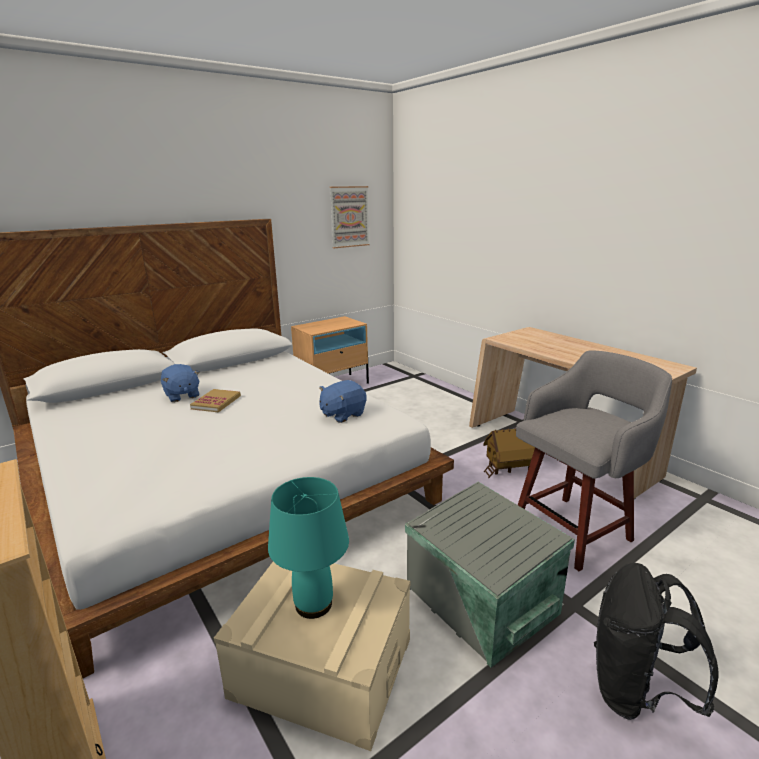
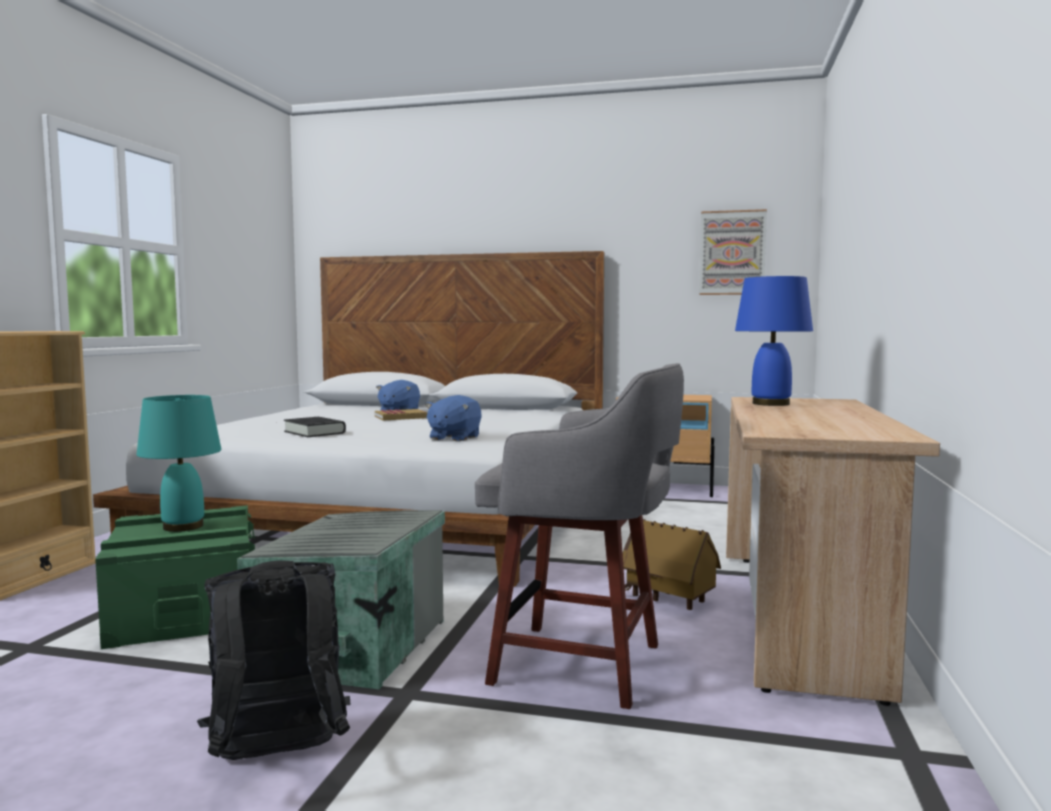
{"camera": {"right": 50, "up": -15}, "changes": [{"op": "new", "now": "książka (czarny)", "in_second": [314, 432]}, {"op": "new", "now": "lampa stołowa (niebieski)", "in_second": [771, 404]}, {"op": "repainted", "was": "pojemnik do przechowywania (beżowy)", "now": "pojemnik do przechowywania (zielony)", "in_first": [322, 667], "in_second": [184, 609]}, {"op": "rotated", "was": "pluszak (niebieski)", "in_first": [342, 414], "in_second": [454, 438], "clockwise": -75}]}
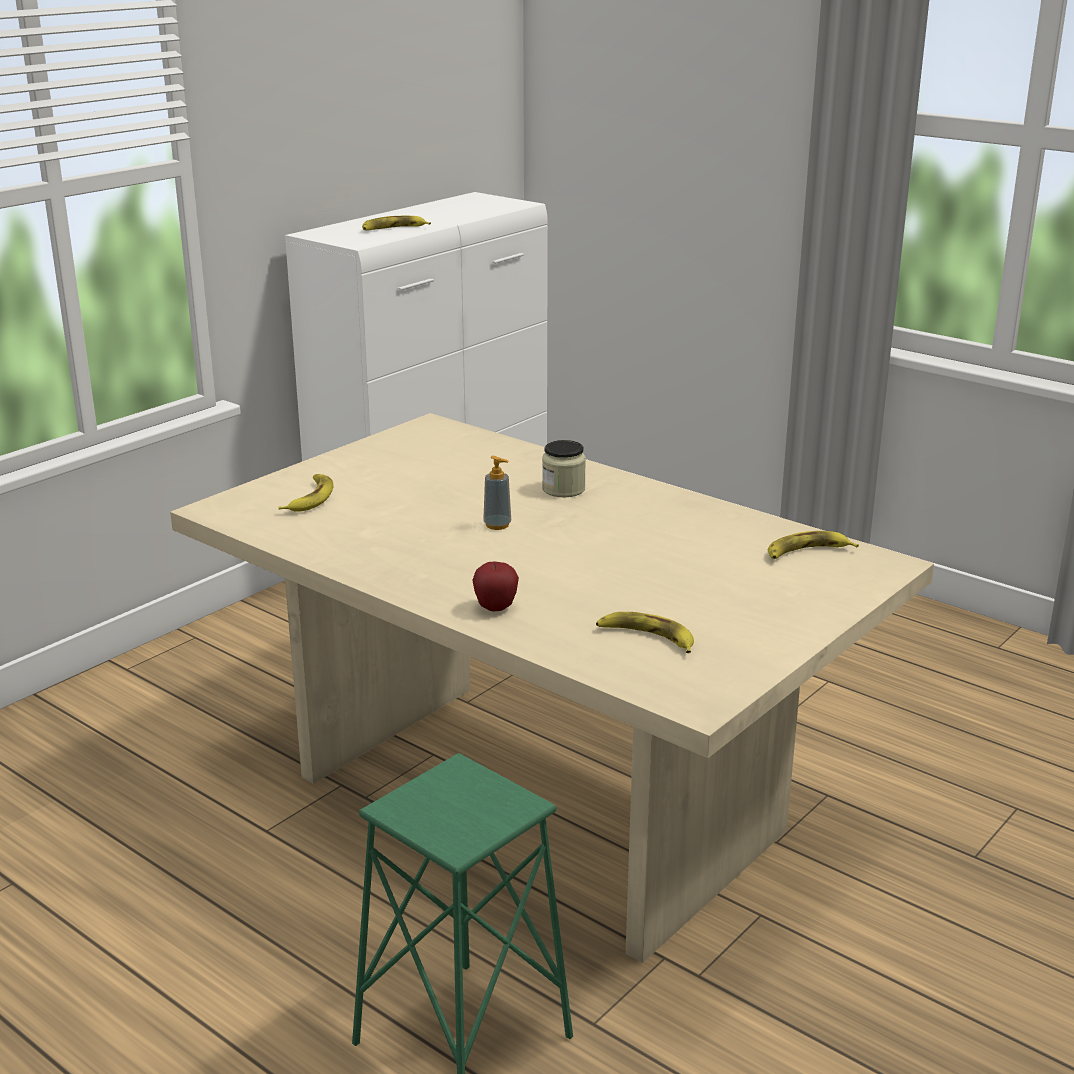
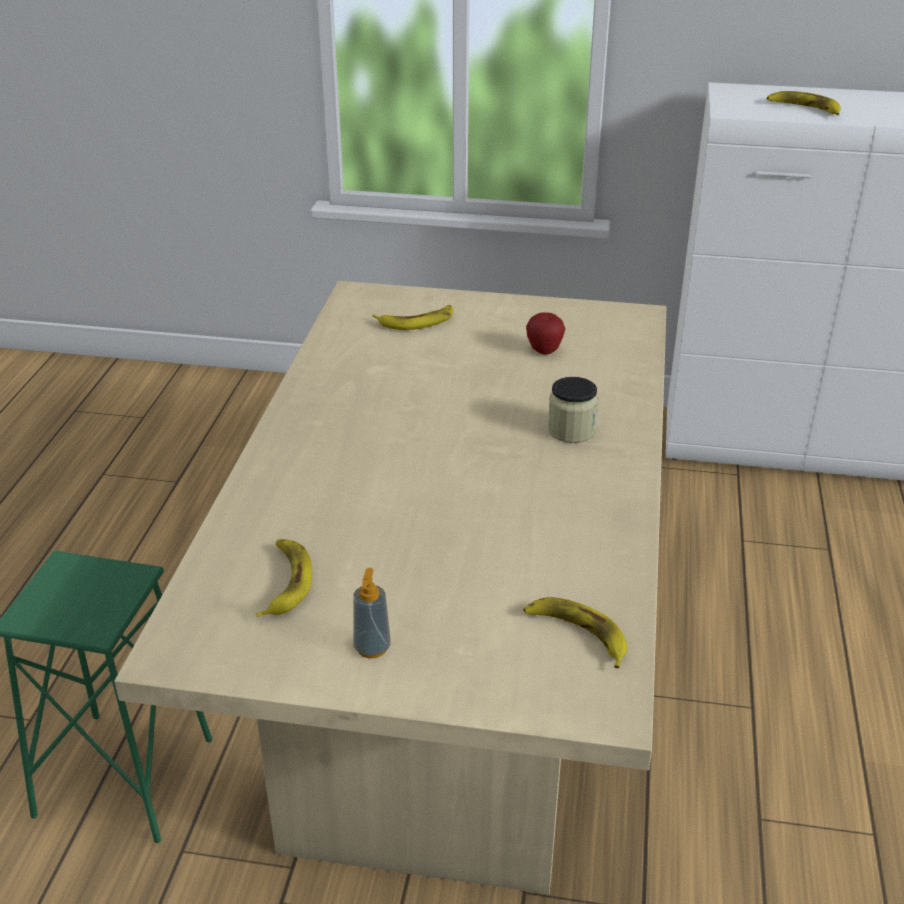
{"camera": {"right": 60, "up": 10}, "changes": [{"op": "shifted", "was": "jabłko", "in_first": [495, 608], "in_second": [544, 351]}, {"op": "shifted", "was": "dozownik mydła", "in_first": [497, 525], "in_second": [372, 648]}]}
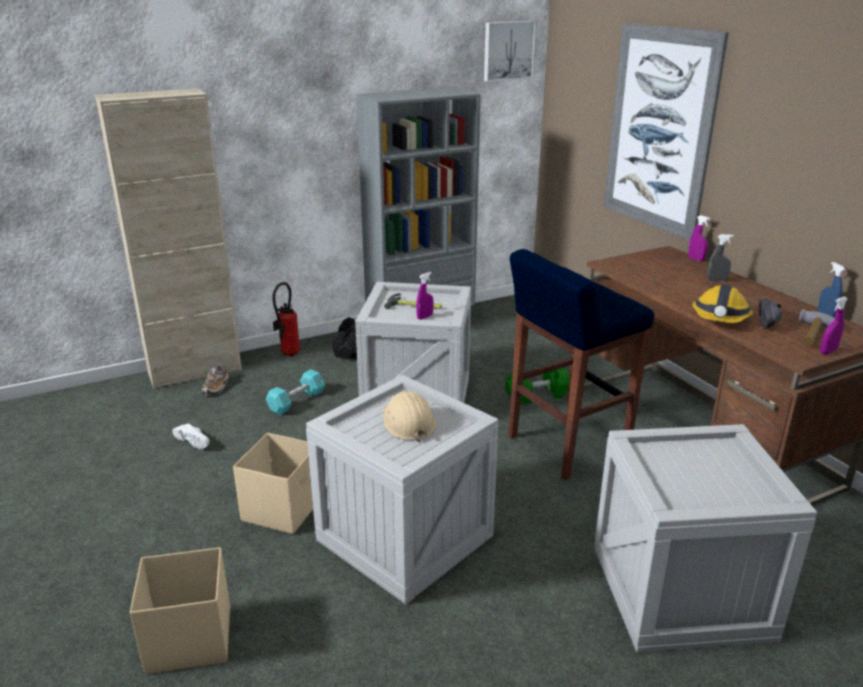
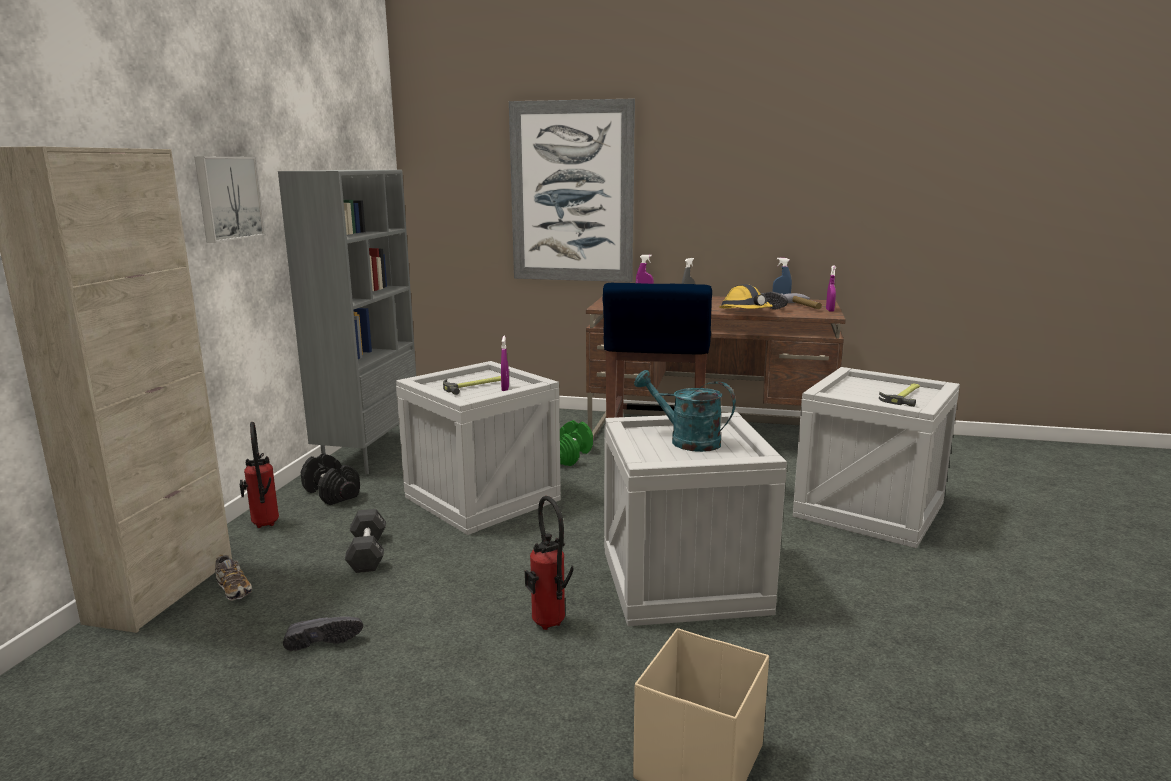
{"camera": {"right": -50, "up": -10}, "changes": [{"op": "new", "now": "młotek", "in_second": [905, 396]}, {"op": "shifted", "was": "obraz", "in_first": [508, 50], "in_second": [227, 198]}, {"op": "swapped", "was": "pojemnik do przechowywania (beżowy)", "now": "gaśnica", "in_first": [284, 508], "in_second": [549, 626]}, {"op": "swapped", "was": "kask (beżowy)", "now": "konewka (turkusowy)", "in_first": [408, 423], "in_second": [686, 441]}, {"op": "repainted", "was": "but (biały)", "now": "but (czarny)", "in_first": [195, 441], "in_second": [323, 639]}, {"op": "repainted", "was": "hantel (turkusowy)", "now": "hantel (czarny)", "in_first": [296, 401], "in_second": [367, 553]}]}
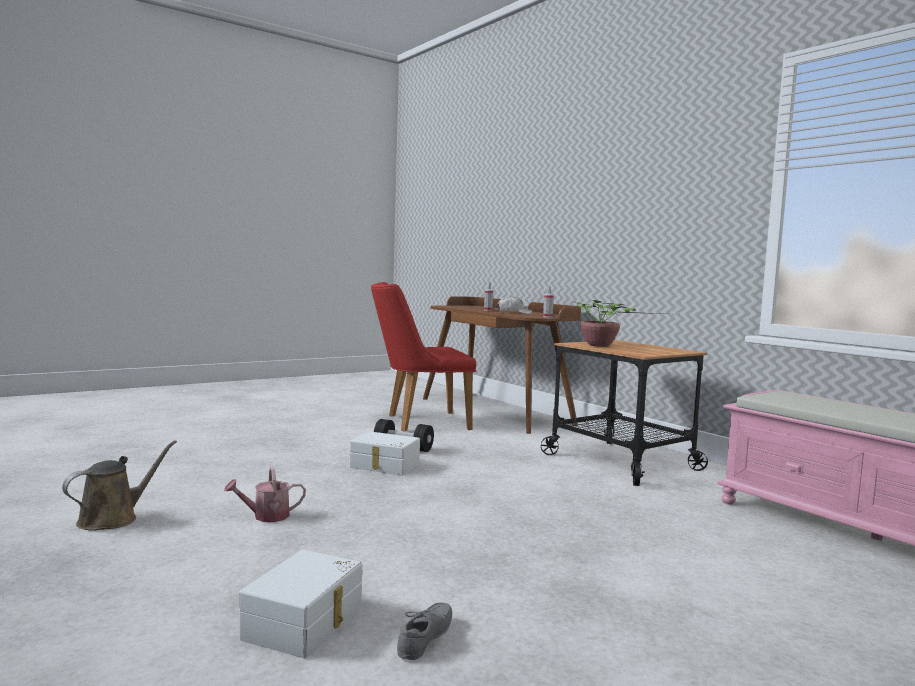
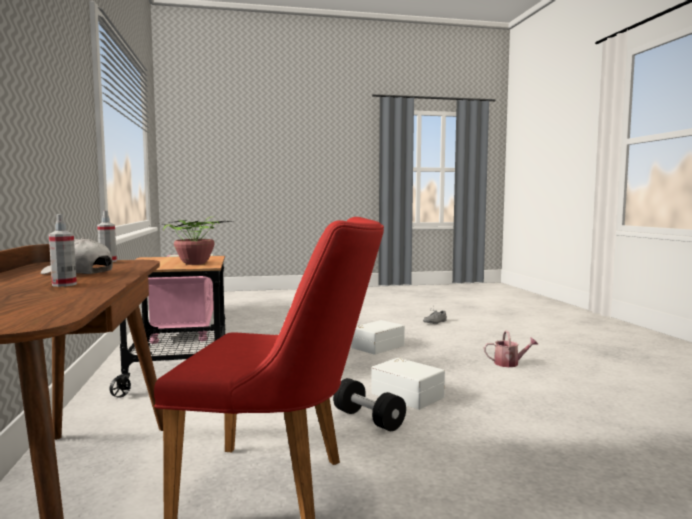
{"camera": {"right": -155, "up": 0}, "changes": [{"op": "gone", "was": "konewka (brązowy)", "in_first": [113, 519]}, {"op": "shifted", "was": "pojemnik do przechowywania (biały)", "in_first": [306, 622], "in_second": [377, 346]}]}
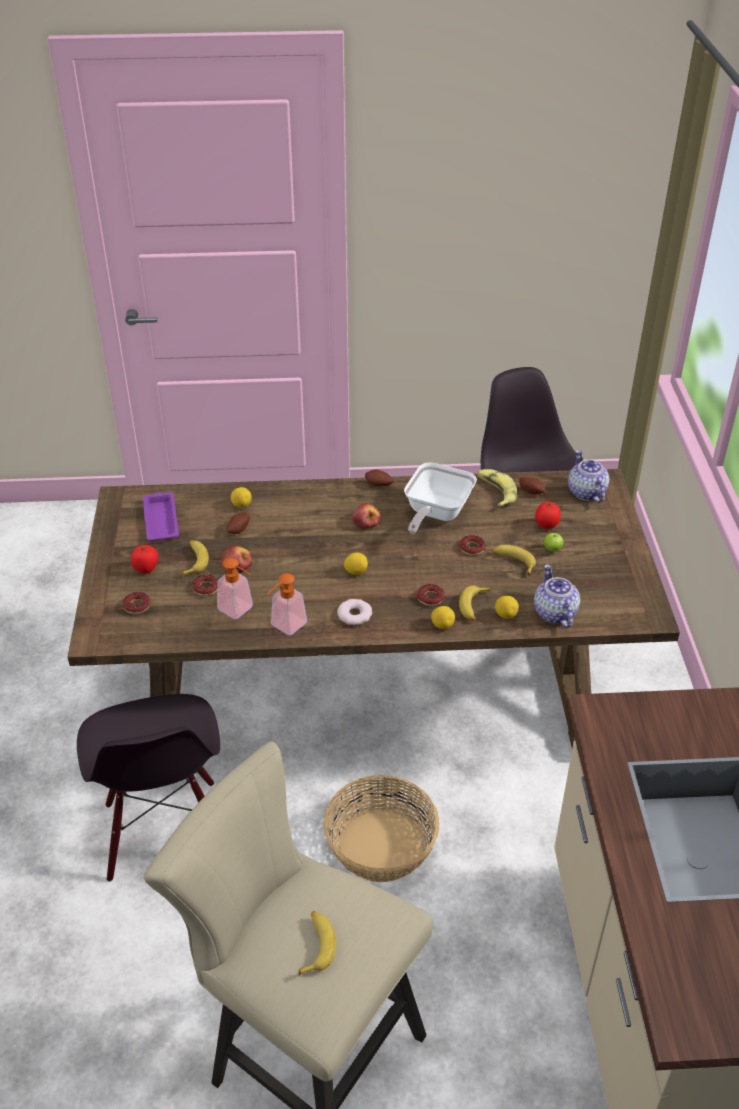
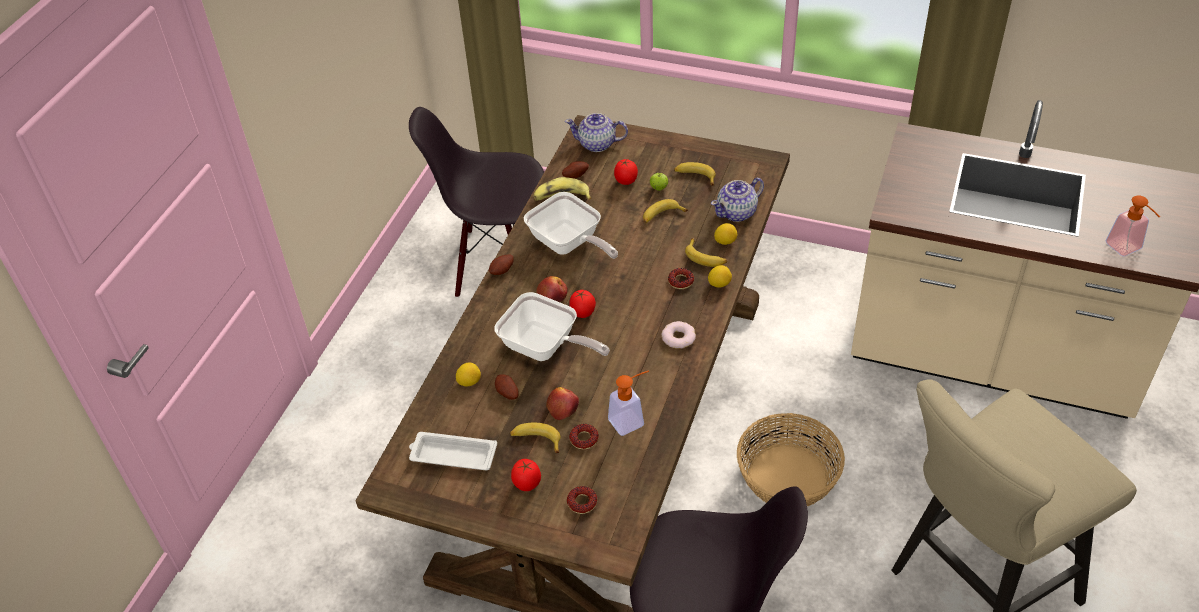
{"camera": {"right": -65, "up": 5}, "changes": [{"op": "gone", "was": "cytryna", "in_first": [356, 571]}, {"op": "gone", "was": "donut", "in_first": [472, 548]}, {"op": "new", "now": "patelnia", "in_second": [545, 348]}, {"op": "new", "now": "pomidor", "in_second": [582, 313]}, {"op": "shifted", "was": "dozownik mydła", "in_first": [285, 627], "in_second": [1127, 249]}, {"op": "shifted", "was": "banan", "in_first": [316, 945], "in_second": [695, 176]}, {"op": "repainted", "was": "taca (fioletowy)", "now": "taca (biały)", "in_first": [161, 520], "in_second": [452, 455]}, {"op": "rotated", "was": "imbryk", "in_first": [554, 613], "in_second": [737, 212], "clockwise": -45}]}
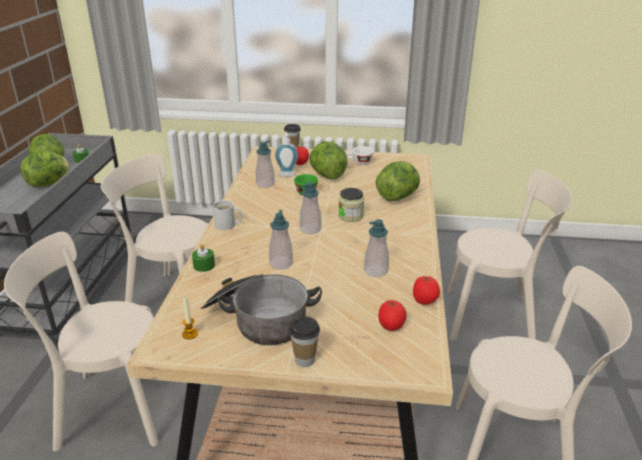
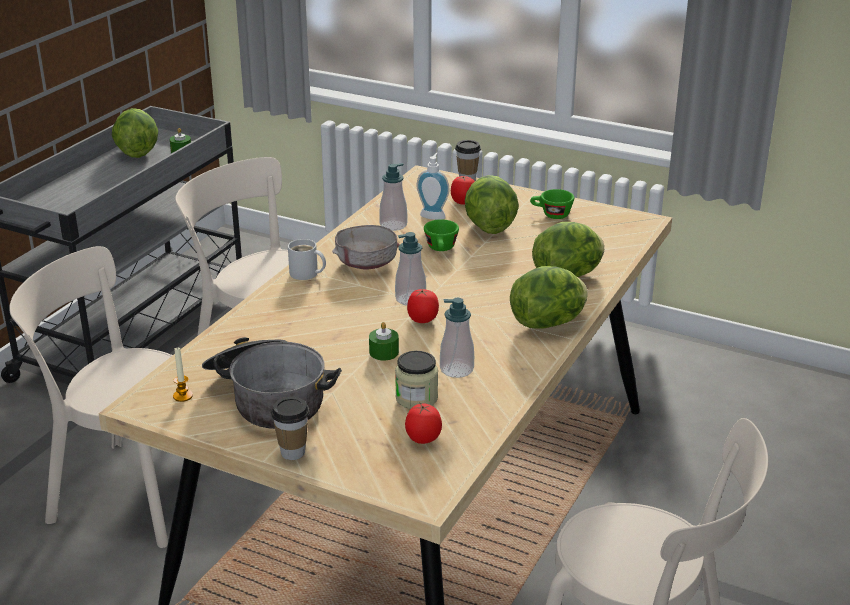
{"camera": {"right": 20, "up": 0}, "changes": [{"op": "gone", "was": "dozownik mydła", "in_first": [281, 263]}, {"op": "gone", "was": "krzesło (beżowy)", "in_first": [494, 318]}, {"op": "new", "now": "miska (szary)", "in_second": [367, 263]}, {"op": "shifted", "was": "sałata", "in_first": [49, 183], "in_second": [548, 323]}, {"op": "shifted", "was": "świeca (zielony)", "in_first": [204, 265], "in_second": [384, 352]}, {"op": "shifted", "was": "słoik", "in_first": [350, 216], "in_second": [416, 398]}, {"op": "shifted", "was": "pomidor", "in_first": [424, 301], "in_second": [423, 320]}, {"op": "repainted", "was": "filiżanka (biały)", "now": "filiżanka (zielony)", "in_first": [359, 163], "in_second": [551, 215]}]}
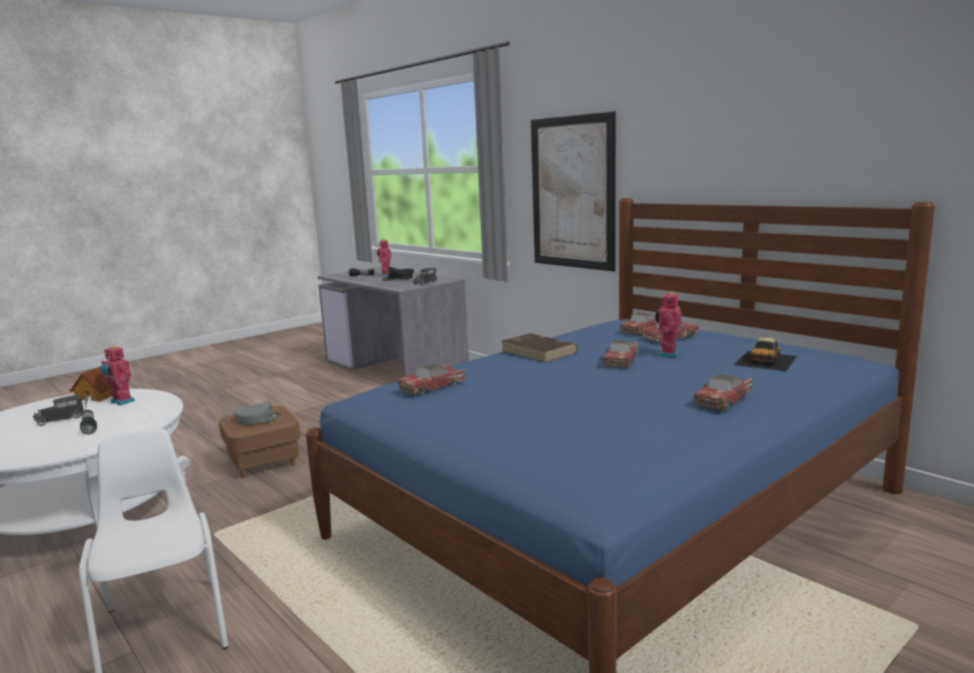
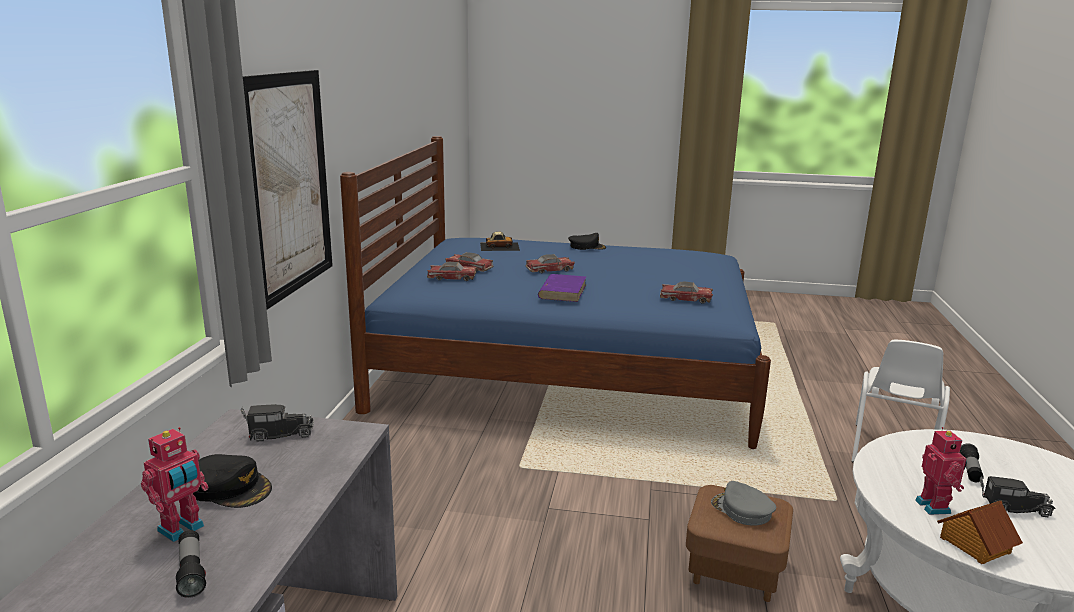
{"camera": {"right": -130, "up": 5}, "changes": [{"op": "gone", "was": "robot zabawkowy", "in_first": [667, 354]}, {"op": "swapped", "was": "samochodzik", "now": "czapka z daszkiem (czarny)", "in_first": [723, 399], "in_second": [587, 247]}, {"op": "repainted", "was": "książka (brązowy)", "now": "książka (fioletowy)", "in_first": [539, 351], "in_second": [562, 291]}]}
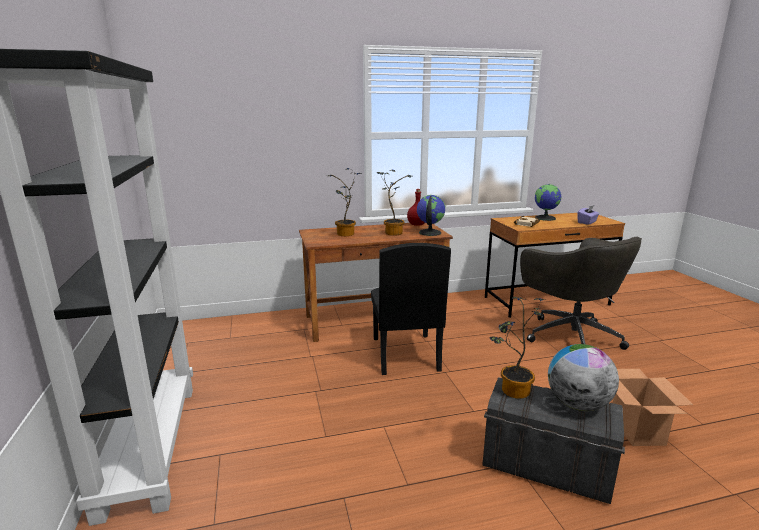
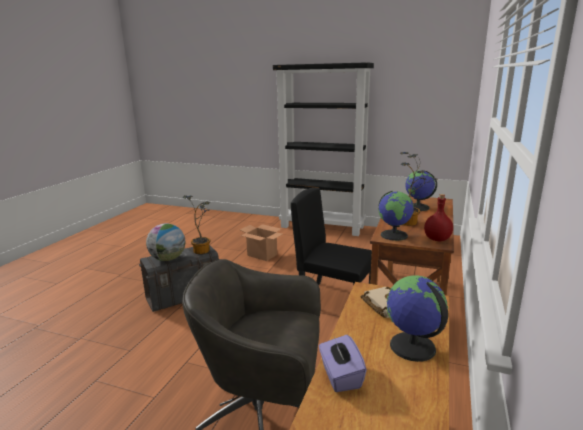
{"camera": {"right": 125, "up": 0}, "changes": [{"op": "shifted", "was": "karton", "in_first": [636, 429], "in_second": [262, 255]}, {"op": "swapped", "was": "roślina doniczkowa", "now": "globus", "in_first": [345, 234], "in_second": [418, 207]}]}
